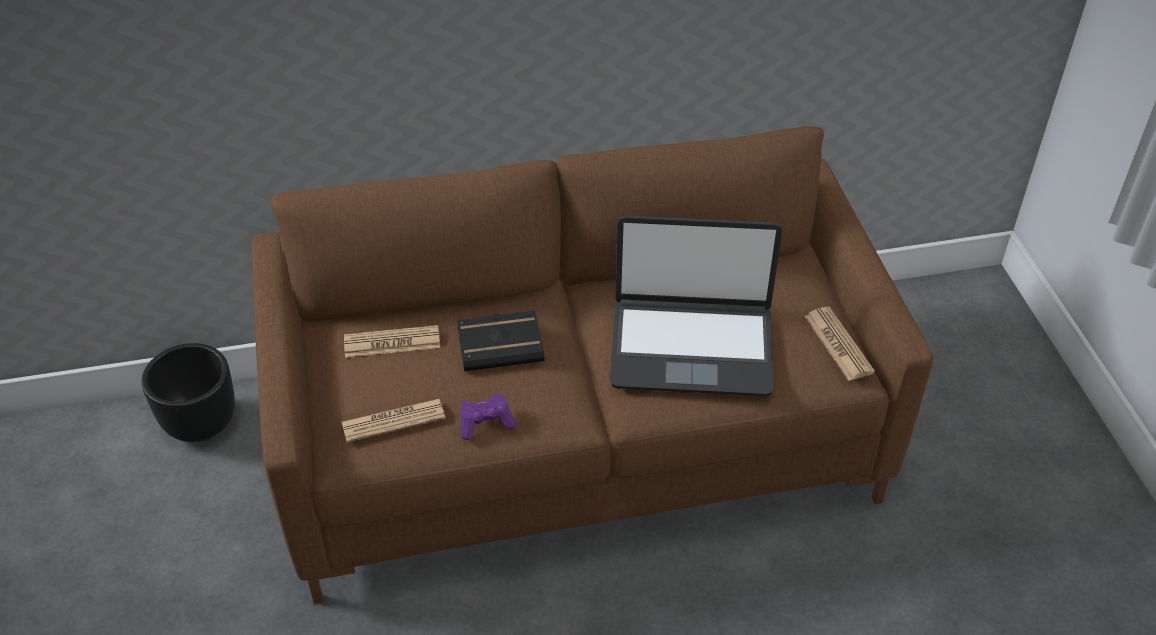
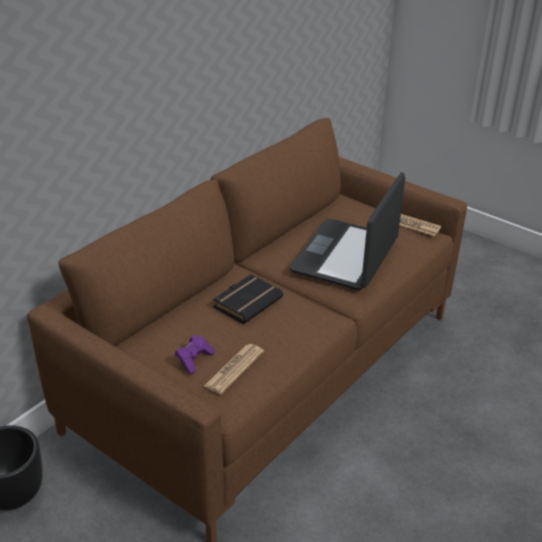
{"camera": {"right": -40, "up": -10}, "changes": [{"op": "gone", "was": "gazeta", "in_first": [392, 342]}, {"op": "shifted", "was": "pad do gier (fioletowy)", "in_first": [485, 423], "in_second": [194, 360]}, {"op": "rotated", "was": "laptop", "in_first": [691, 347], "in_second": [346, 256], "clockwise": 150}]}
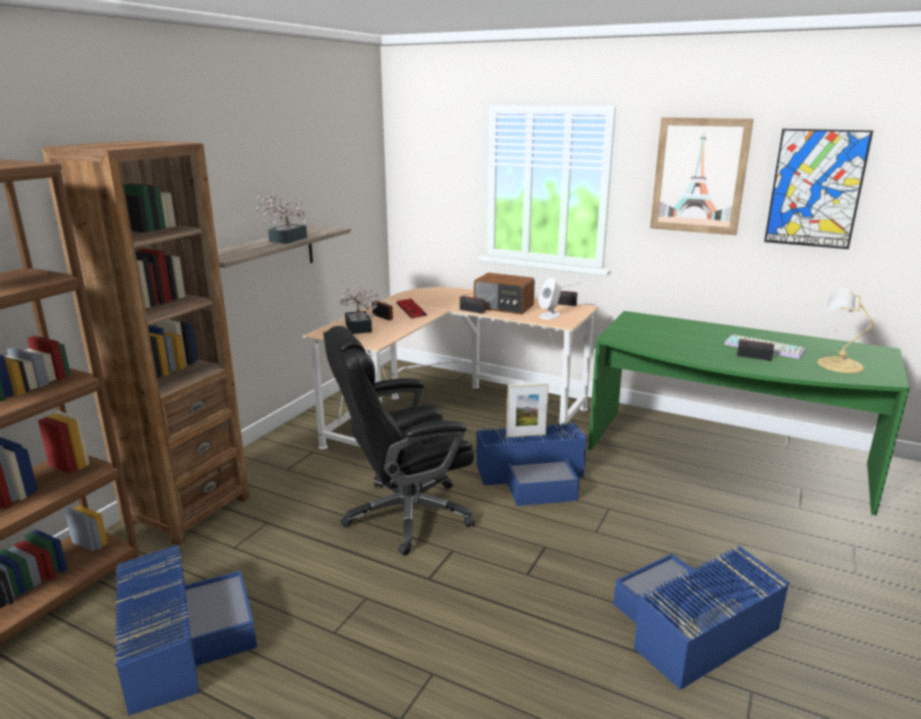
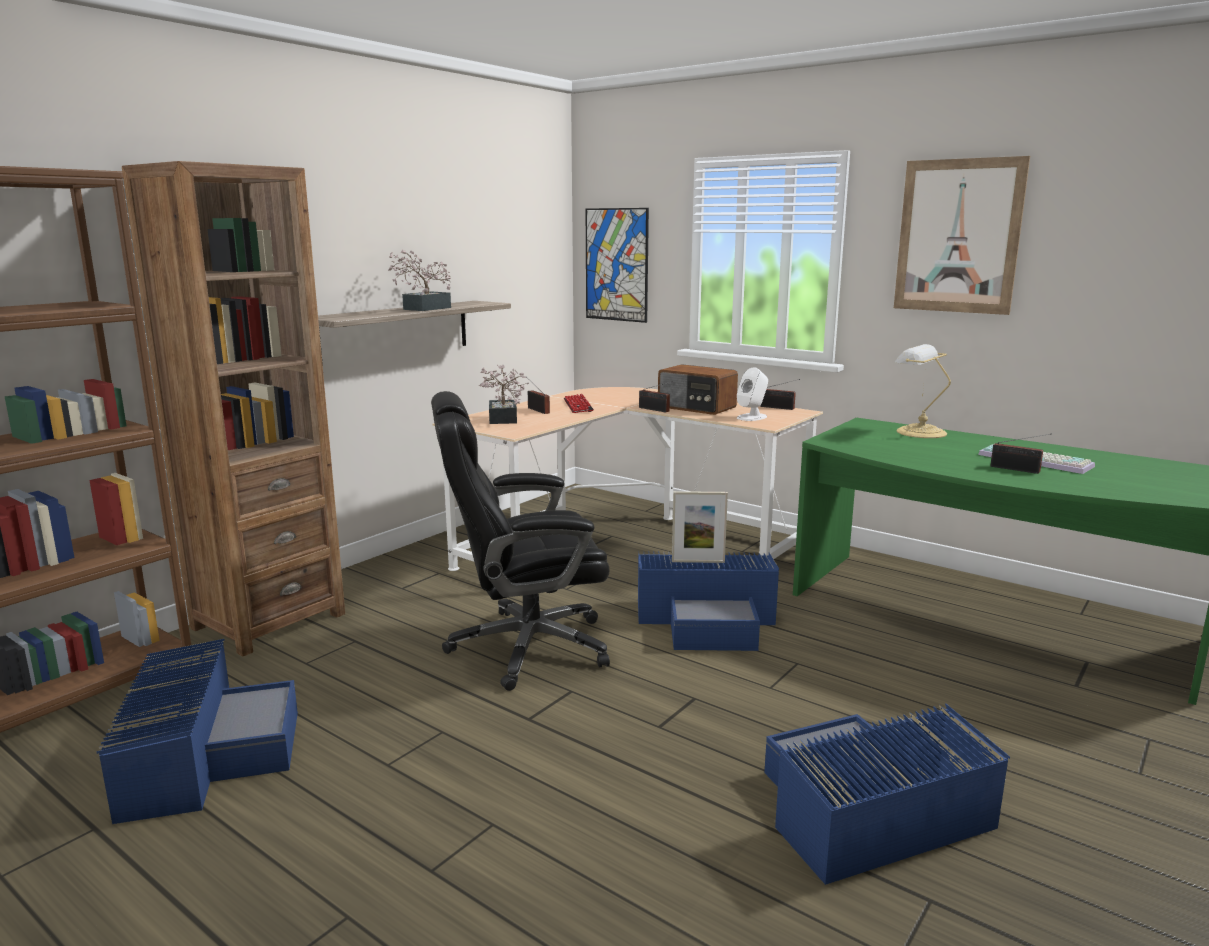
{"camera": {"right": 10, "up": -5}, "changes": [{"op": "shifted", "was": "obraz", "in_first": [815, 189], "in_second": [616, 265]}, {"op": "shifted", "was": "lampa stołowa", "in_first": [837, 365], "in_second": [918, 432]}]}
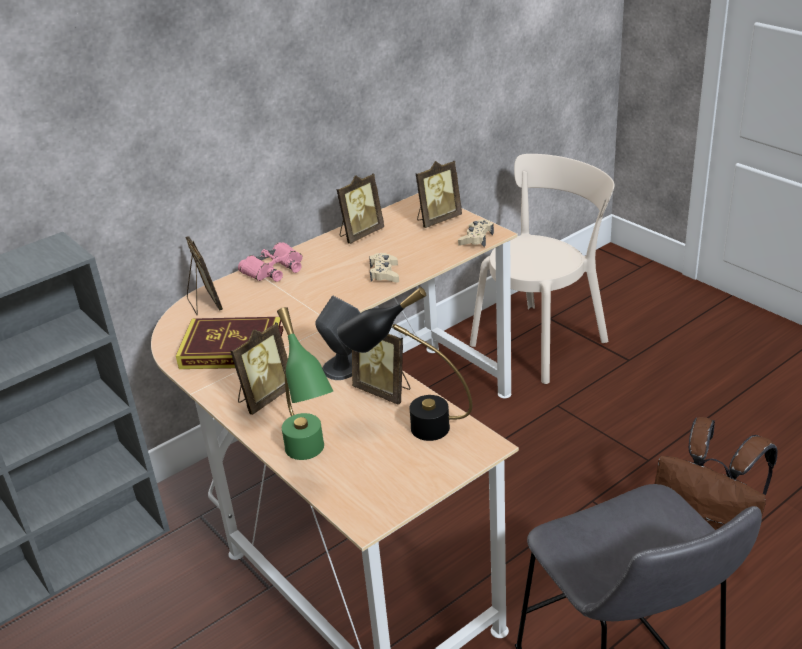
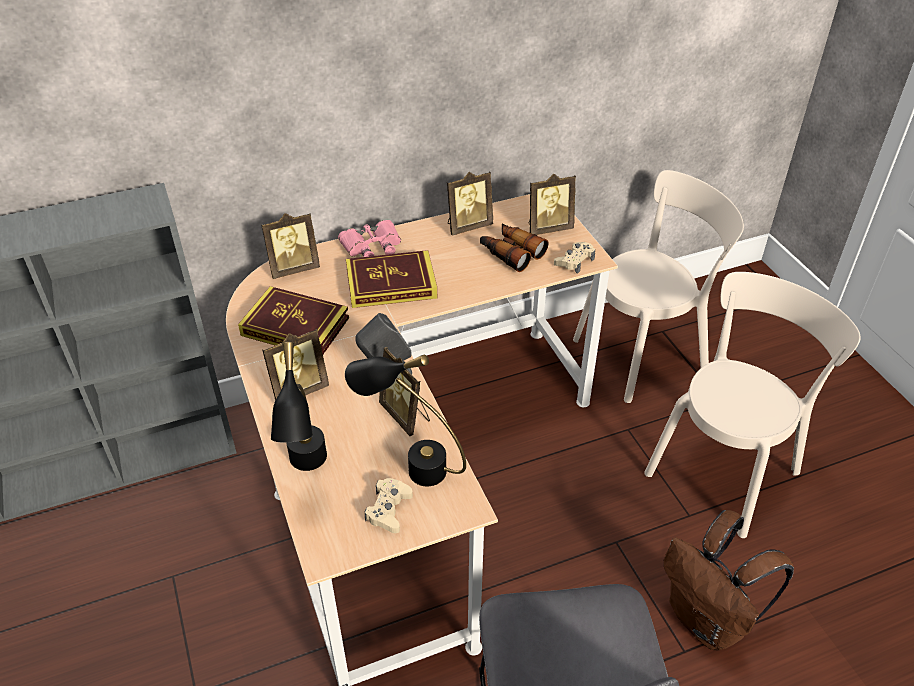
{"camera": {"right": 15, "up": 10}, "changes": [{"op": "new", "now": "książka", "in_second": [391, 284]}, {"op": "new", "now": "lornetka", "in_second": [511, 253]}, {"op": "new", "now": "krzesło (beżowy)", "in_second": [725, 468]}, {"op": "shifted", "was": "pad do gier (beżowy)", "in_first": [384, 273], "in_second": [389, 509]}, {"op": "repainted", "was": "lampa stołowa (zielony)", "now": "lampa stołowa (czarny)", "in_first": [310, 458], "in_second": [307, 471]}, {"op": "rotated", "was": "ramka na zdjęcie", "in_first": [204, 304], "in_second": [293, 268], "clockwise": 75}]}
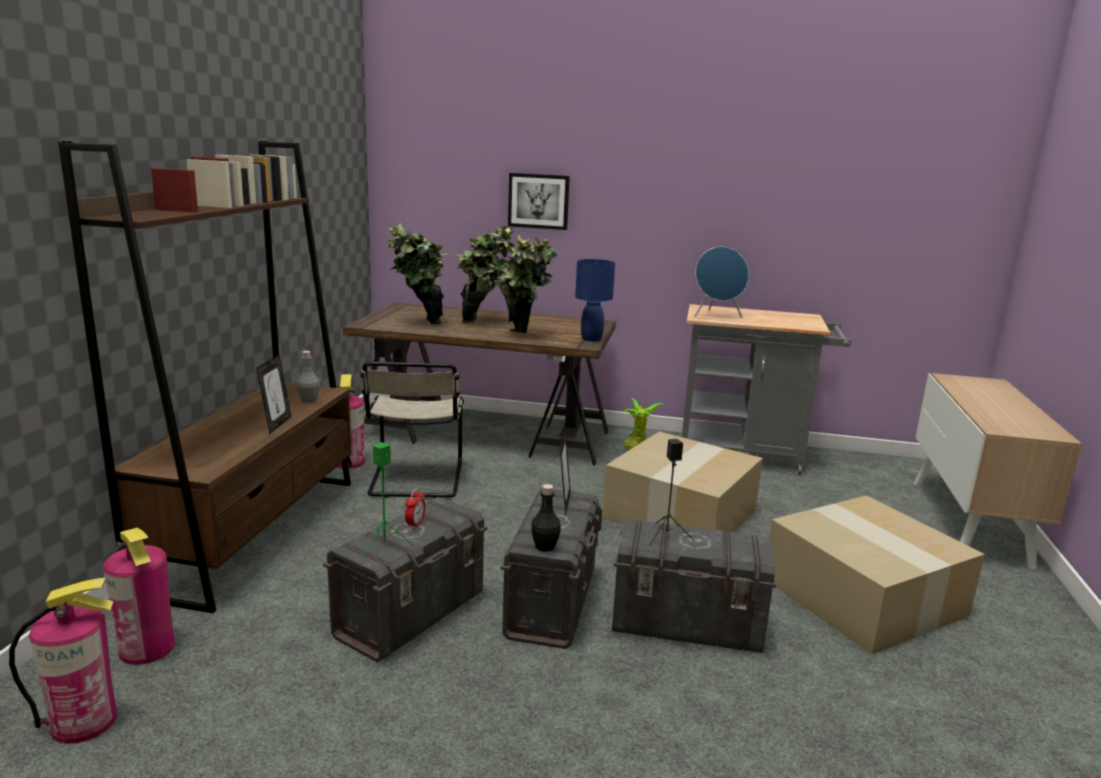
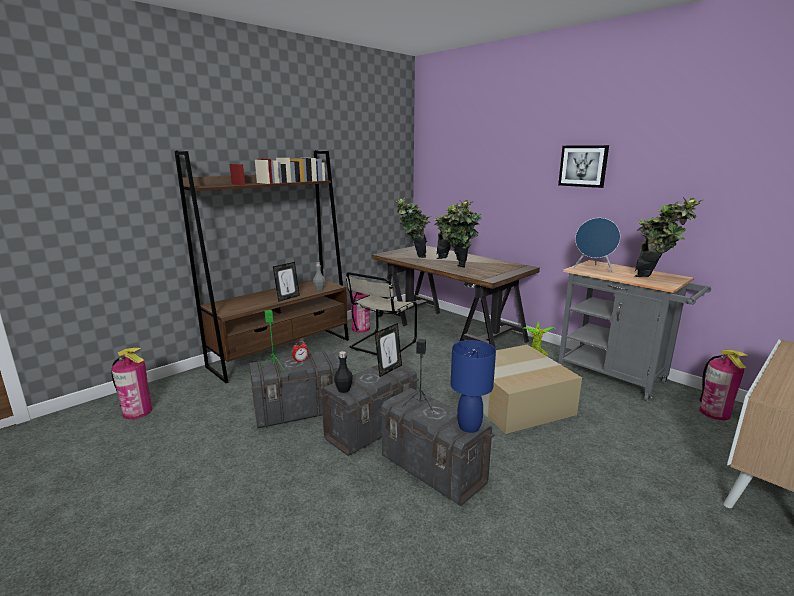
{"camera": {"right": 35, "up": 0}, "changes": [{"op": "gone", "was": "karton", "in_first": [866, 597]}, {"op": "new", "now": "roślina doniczkowa", "in_second": [656, 279]}, {"op": "shifted", "was": "gaśnica", "in_first": [147, 648], "in_second": [714, 412]}, {"op": "shifted", "was": "obraz", "in_first": [538, 201], "in_second": [583, 166]}, {"op": "shifted", "was": "lampa stołowa (niebieski)", "in_first": [591, 339], "in_second": [469, 427]}]}
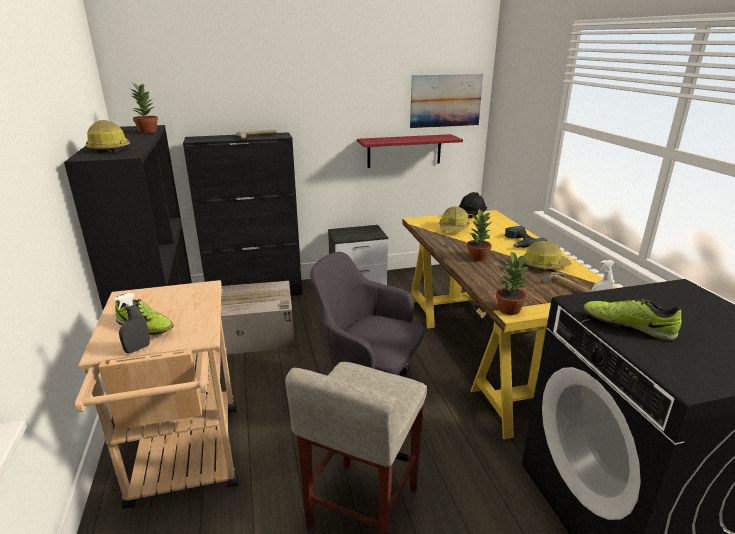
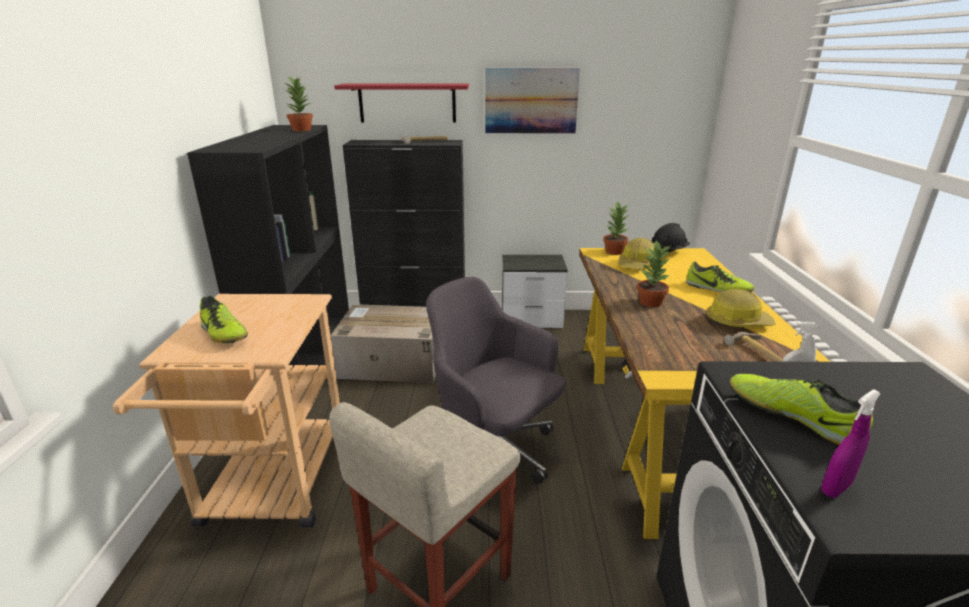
{"camera": {"right": 15, "up": 0}, "changes": [{"op": "gone", "was": "kask", "in_first": [108, 149]}, {"op": "gone", "was": "spryskiwacz (szary)", "in_first": [137, 349]}, {"op": "new", "now": "spryskiwacz (fioletowy)", "in_second": [836, 488]}, {"op": "shifted", "was": "półka (czerwony)", "in_first": [404, 151], "in_second": [407, 103]}, {"op": "shifted", "was": "obraz", "in_first": [446, 100], "in_second": [531, 101]}, {"op": "shifted", "was": "roślina doniczkowa", "in_first": [509, 309], "in_second": [614, 251]}, {"op": "swapped", "was": "wiertarka", "now": "but", "in_first": [520, 242], "in_second": [717, 289]}]}
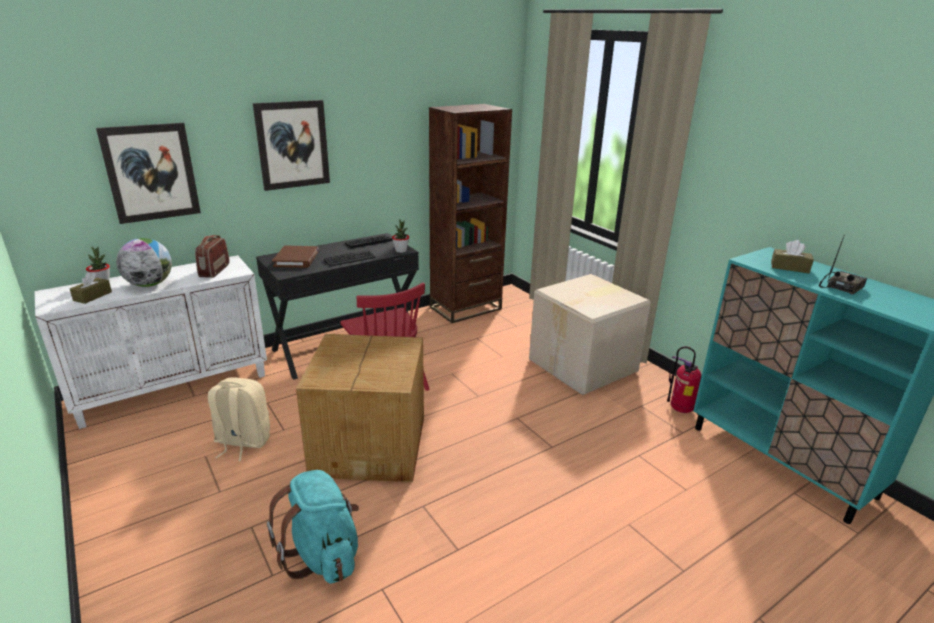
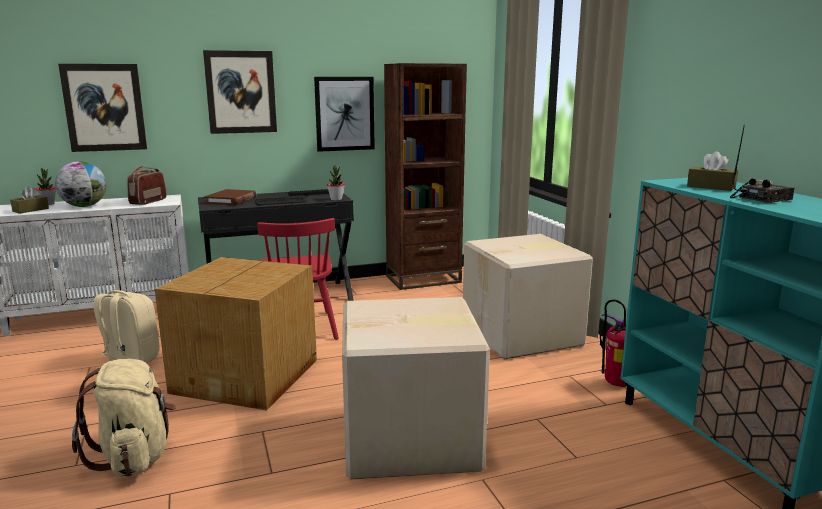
{"camera": {"right": 15, "up": -10}, "changes": [{"op": "new", "now": "obraz", "in_second": [344, 114]}, {"op": "new", "now": "karton", "in_second": [412, 439]}, {"op": "repainted", "was": "plecak (turkusowy)", "now": "plecak (beżowy)", "in_first": [323, 555], "in_second": [134, 456]}]}
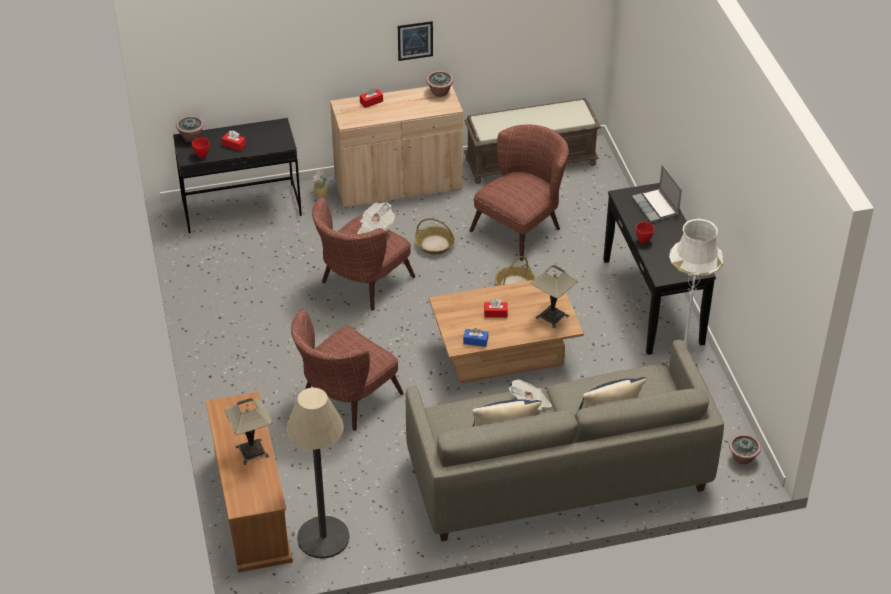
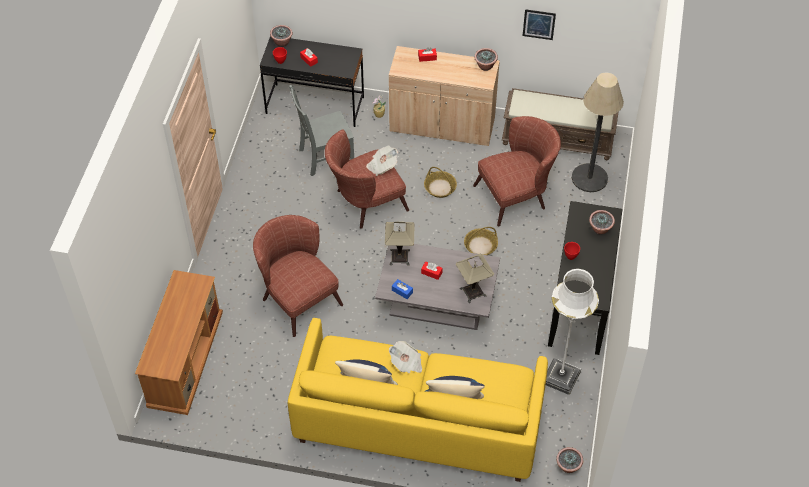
{"camera": {"right": 25, "up": 10}, "changes": [{"op": "new", "now": "krzesło (szary)", "in_second": [324, 156]}, {"op": "shifted", "was": "lampa stołowa", "in_first": [252, 451], "in_second": [399, 257]}, {"op": "shifted", "was": "lampa stojąca", "in_first": [323, 537], "in_second": [589, 178]}, {"op": "shifted", "was": "obraz", "in_first": [415, 40], "in_second": [539, 24]}, {"op": "swapped", "was": "laptop", "now": "roślina doniczkowa", "in_first": [656, 207], "in_second": [600, 229]}, {"op": "repainted", "was": "kanapa (szary)", "now": "kanapa (żółty)", "in_first": [557, 473], "in_second": [418, 420]}, {"op": "repainted", "was": "ława (brązowy)", "now": "ława (szary)", "in_first": [504, 353], "in_second": [437, 302]}, {"op": "rotated", "was": "fotel (brązowy)", "in_first": [344, 400], "in_second": [297, 297], "clockwise": 75}]}
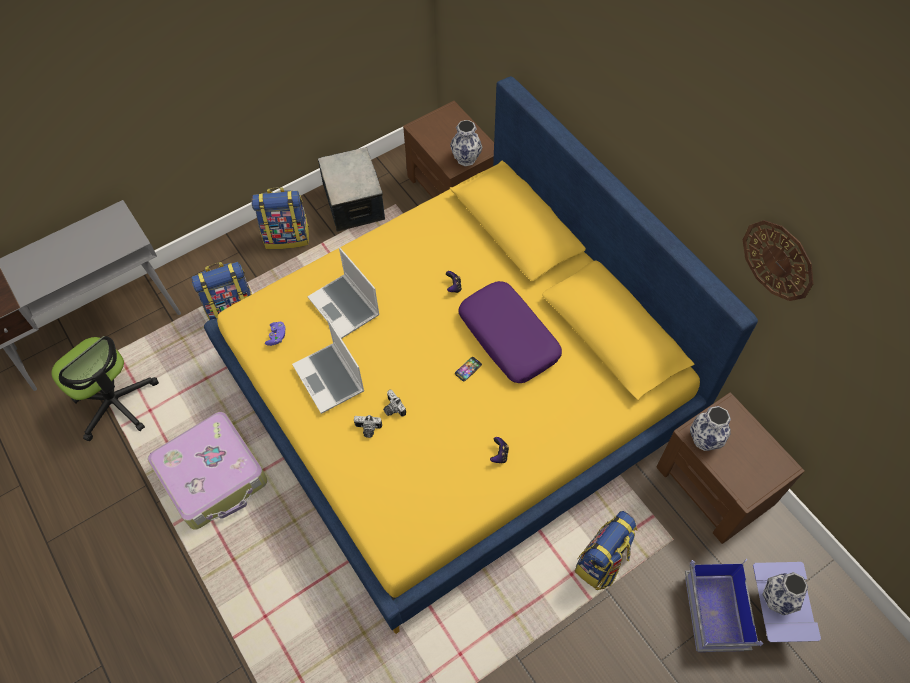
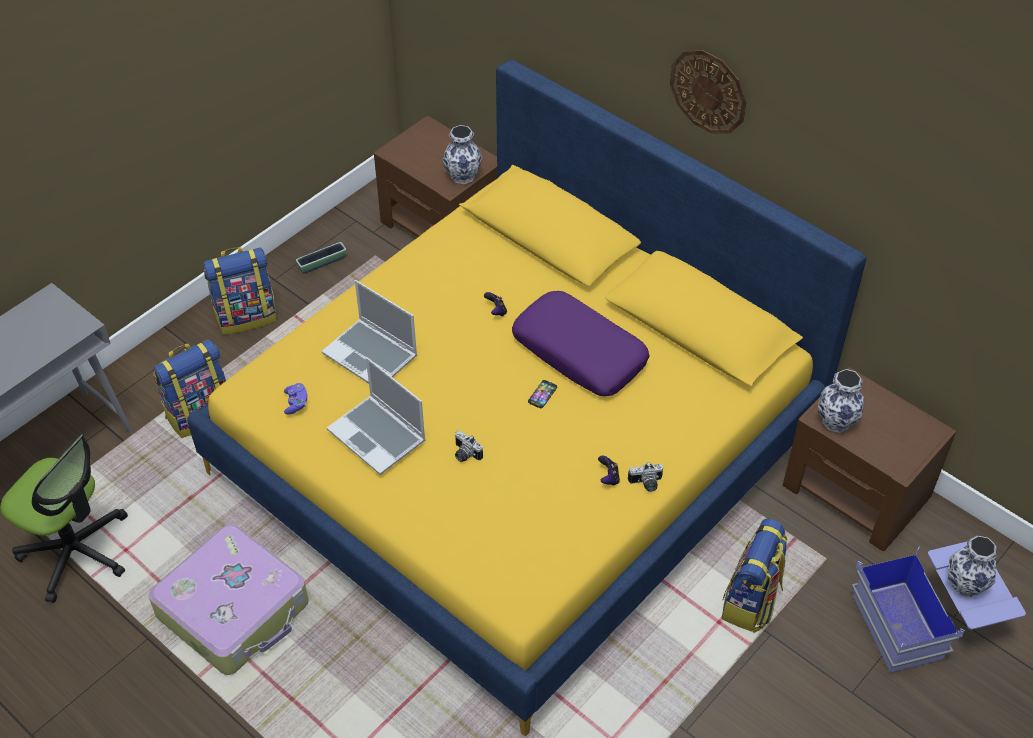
{"camera": {"right": -15, "up": -10}, "changes": [{"op": "shifted", "was": "aparat fotograficzny", "in_first": [367, 430], "in_second": [646, 484]}, {"op": "shifted", "was": "zegar ścienny", "in_first": [778, 260], "in_second": [708, 91]}, {"op": "swapped", "was": "pojemnik do przechowywania", "now": "donica", "in_first": [354, 203], "in_second": [322, 263]}]}
